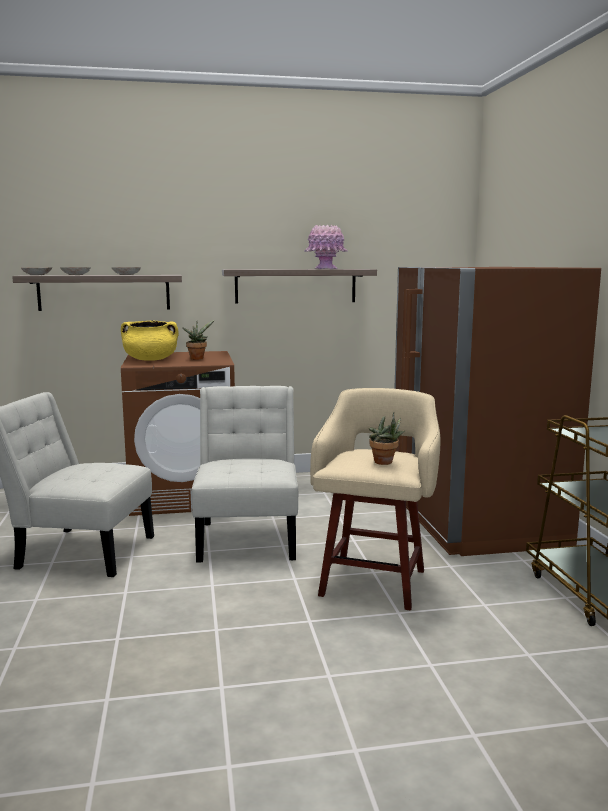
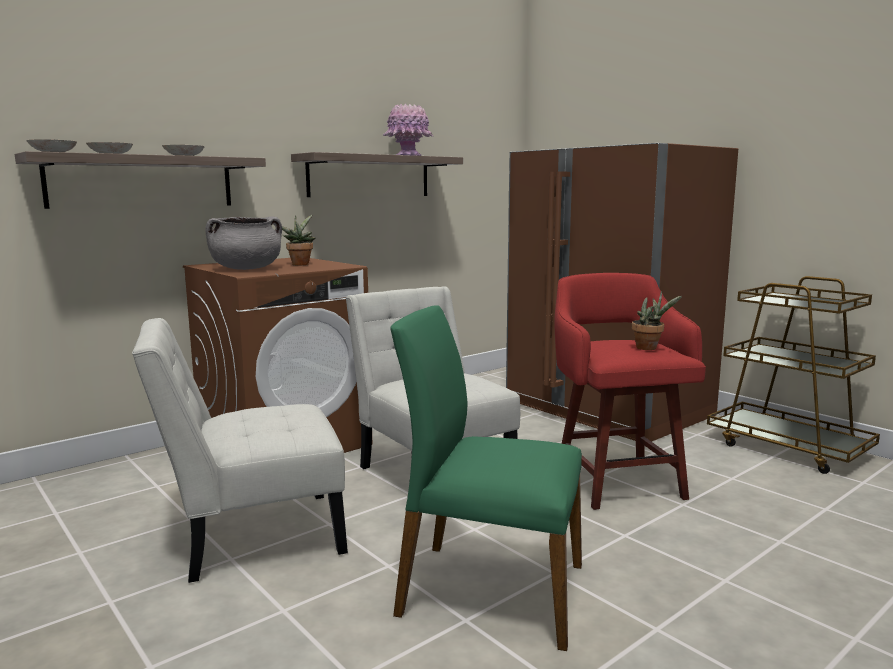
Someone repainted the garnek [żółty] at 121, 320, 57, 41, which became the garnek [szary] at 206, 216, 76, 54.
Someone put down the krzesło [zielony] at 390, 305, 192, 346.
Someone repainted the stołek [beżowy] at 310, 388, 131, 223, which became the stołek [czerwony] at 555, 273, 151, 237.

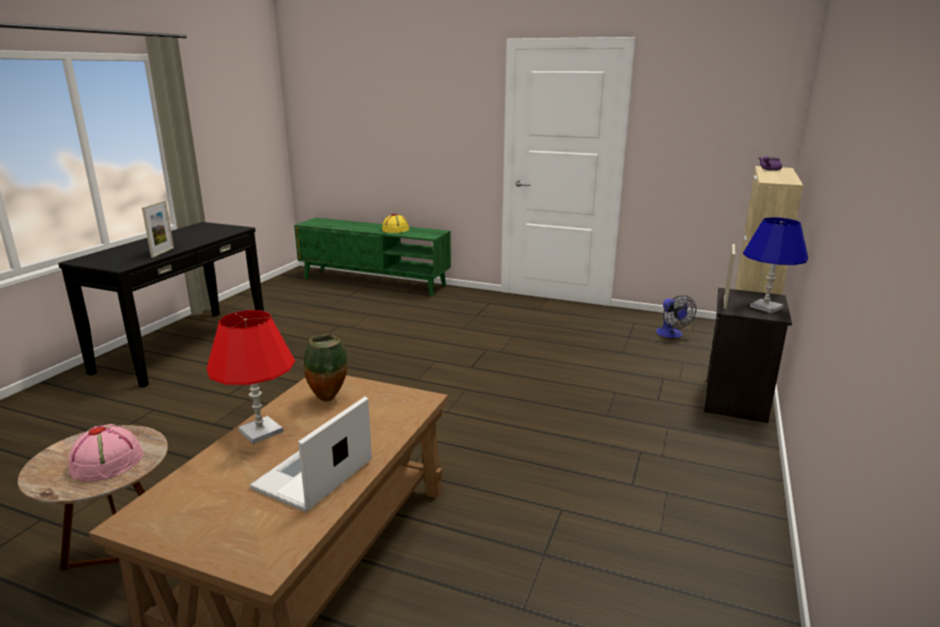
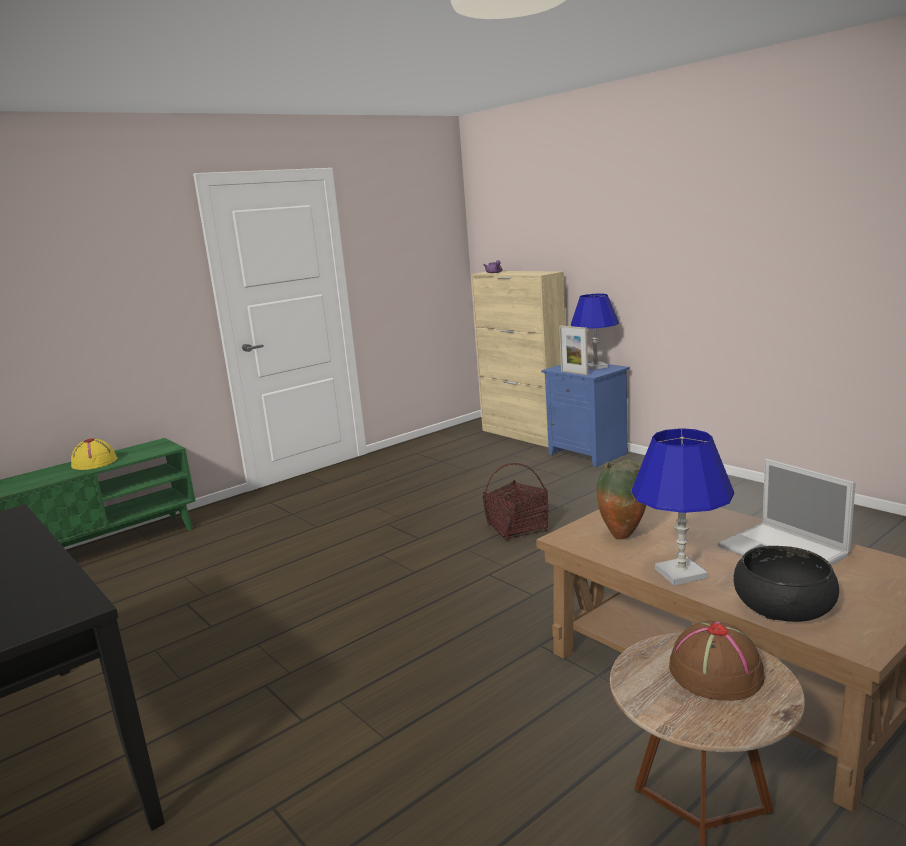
Someone put down the koszyk at 483, 463, 65, 78.
Someone repainted the szafka nocna [czarny] at 704, 288, 88, 135, which became the szafka nocna [niebieski] at 541, 362, 89, 105.
Someone repainted the lampa stołowa [czerwony] at 207, 310, 88, 134, which became the lampa stołowa [niebieski] at 631, 428, 103, 157.
Someone repainted the kapelusz [różowy] at 68, 424, 76, 58, which became the kapelusz [brązowy] at 669, 620, 96, 81.
Someone put down the miska [czarny] at 733, 546, 106, 76.
Someone took away the ramka na zdjęcie at 142, 200, 32, 58.
Someone took away the wentylator at 656, 295, 41, 43.

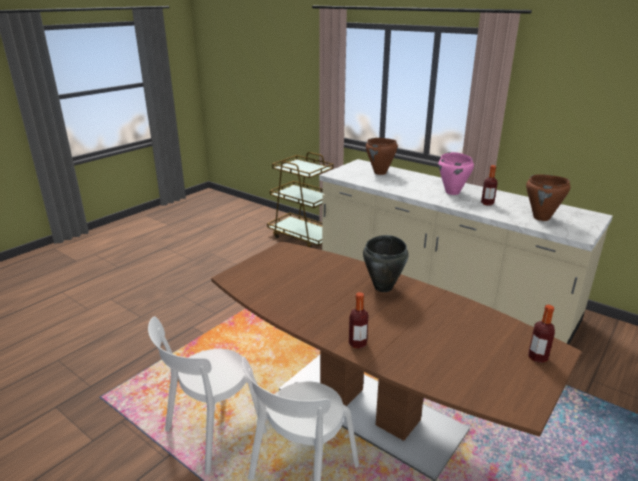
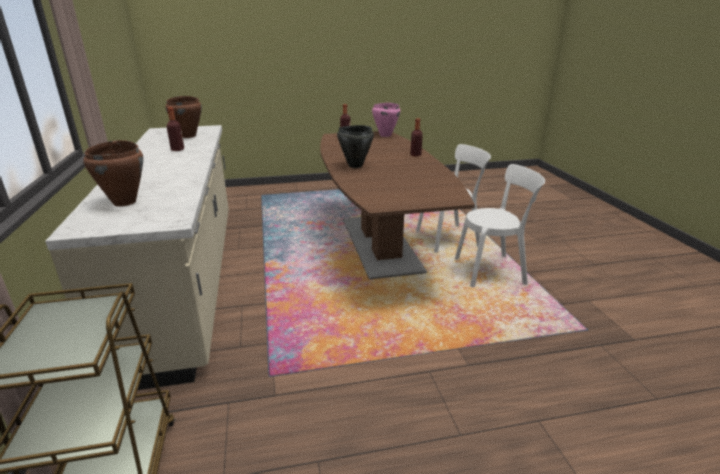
Someone carried the garnek [różowy] from 439, 152, 35, 43 to 372, 103, 28, 34.

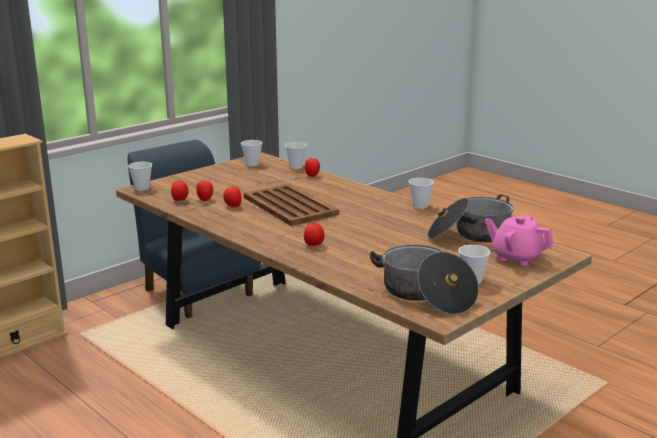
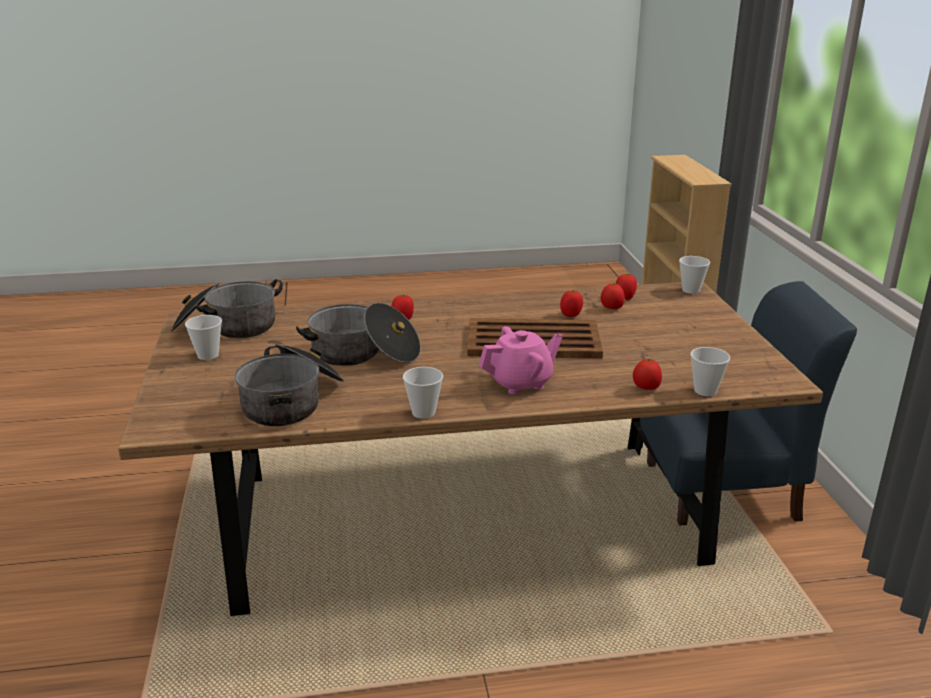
Someone put down the garnek at 296, 303, 125, 63.
Someone carried the imbryk [różowy] from 485, 215, 69, 51 to 479, 326, 84, 68.
Someone took away the filiżanka at 241, 140, 21, 26.

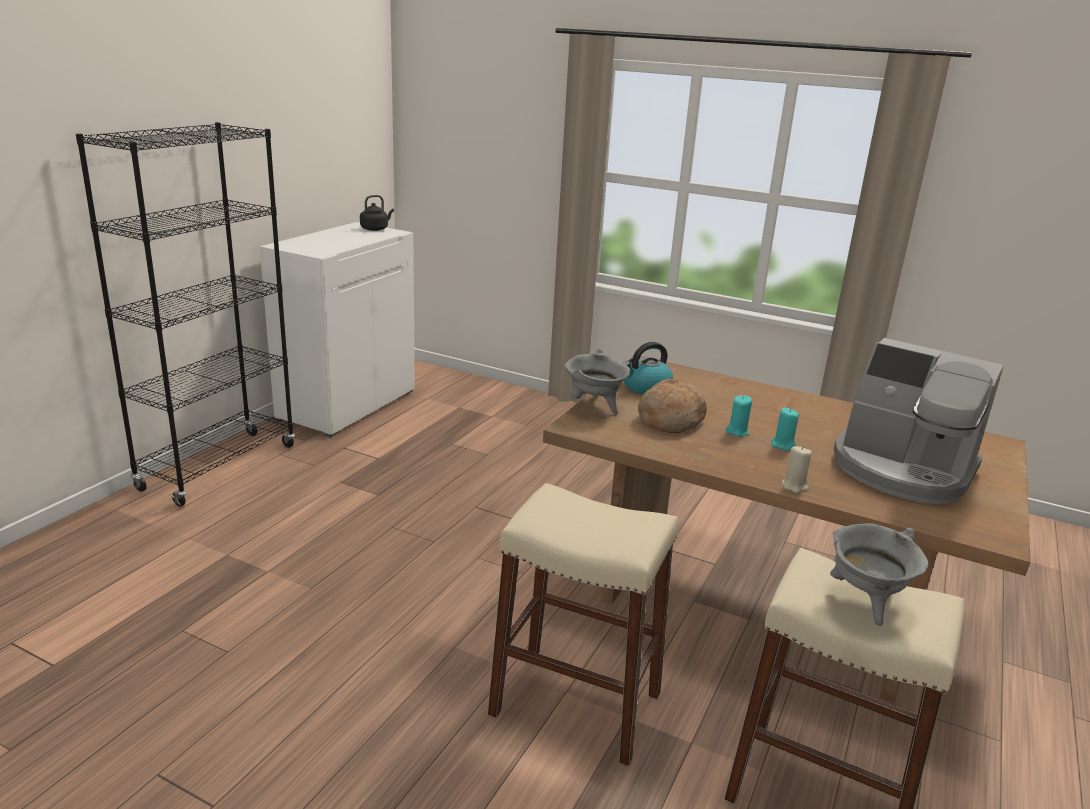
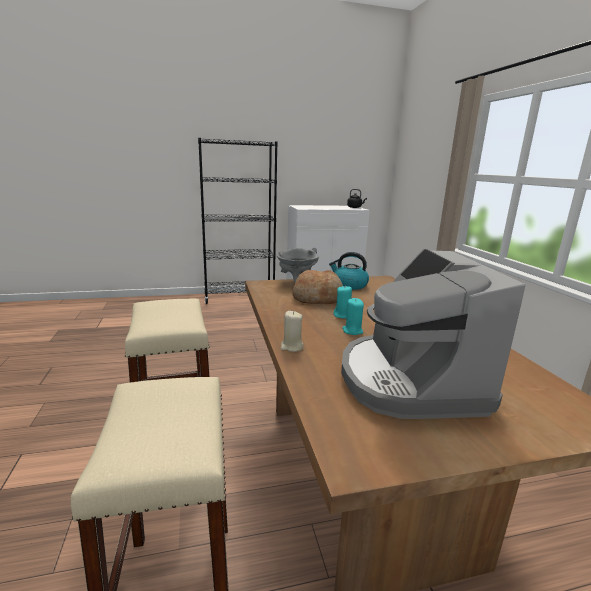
Someone took away the garnek [szary] at 830, 523, 98, 103.

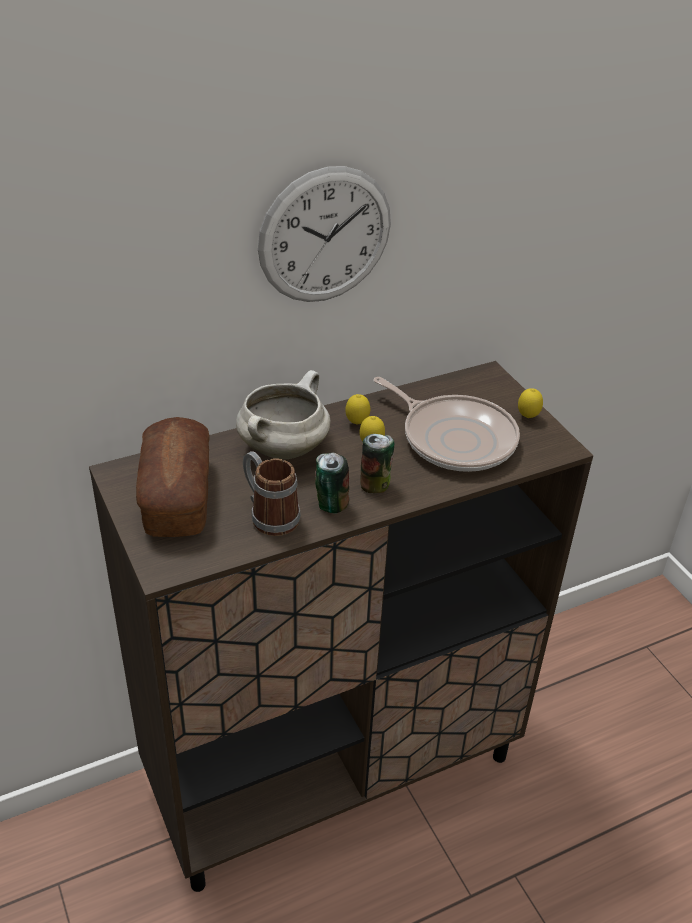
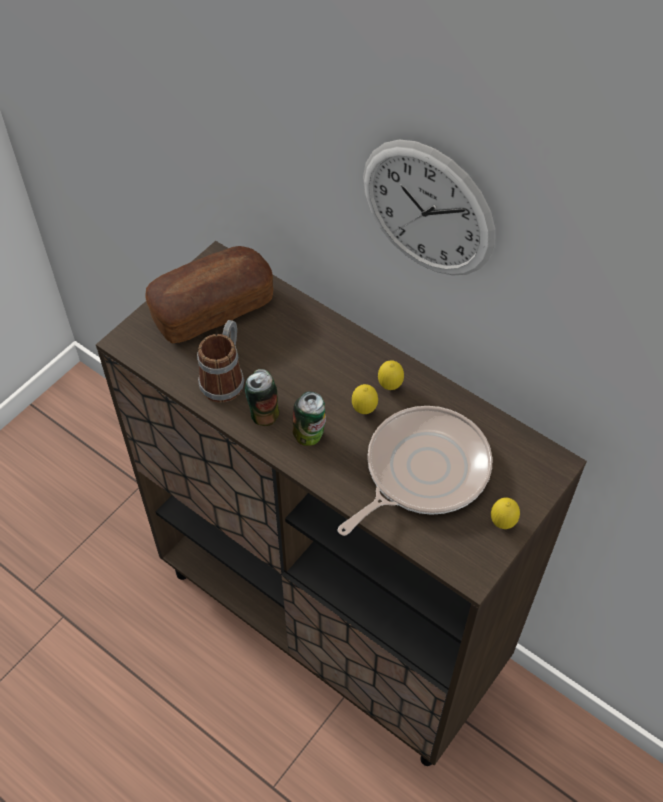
Someone rotated the patelnia at 373, 377, 147, 95 by 150 degrees counterclockwise.
Someone took away the garnek [biały] at 236, 370, 95, 89.

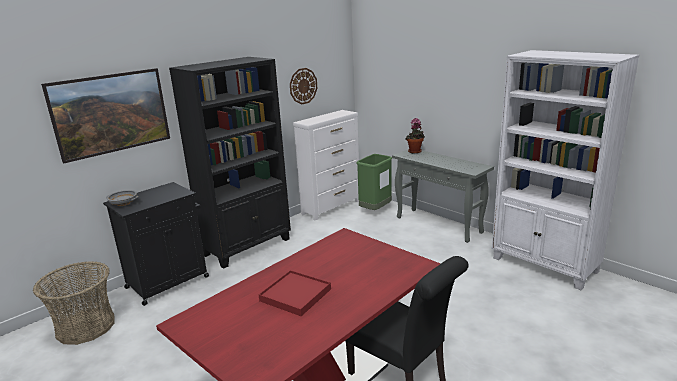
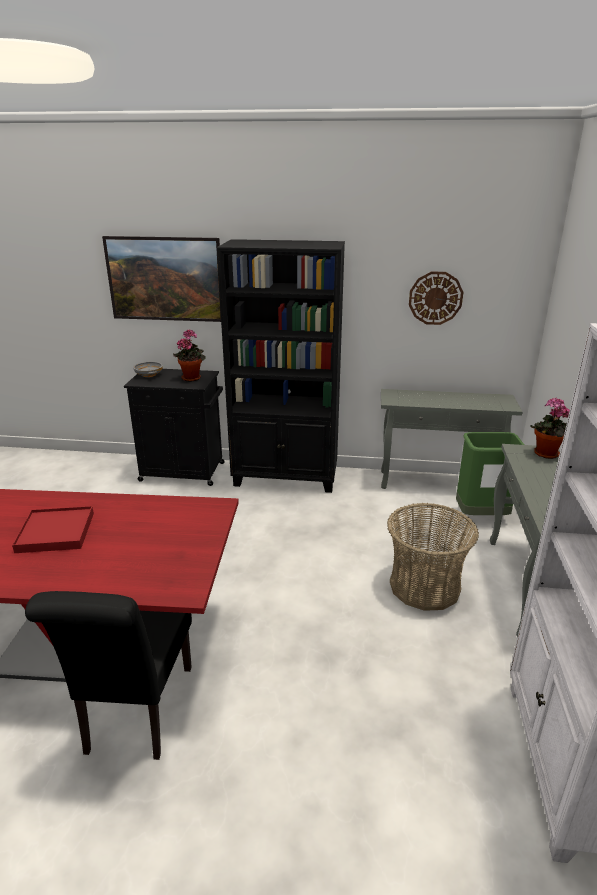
Someone put down the roślina doniczkowa at 173, 329, 33, 52.
Someone swapped the komoda [biały] at 293, 110, 66, 111 for the stolik konsolowy [szary] at 381, 389, 142, 100.
Someone carried the koszyk from 33, 261, 82, 84 to 387, 503, 92, 108.

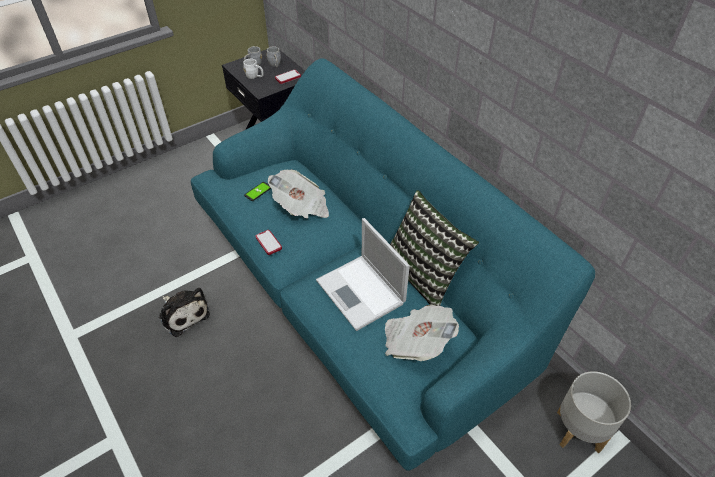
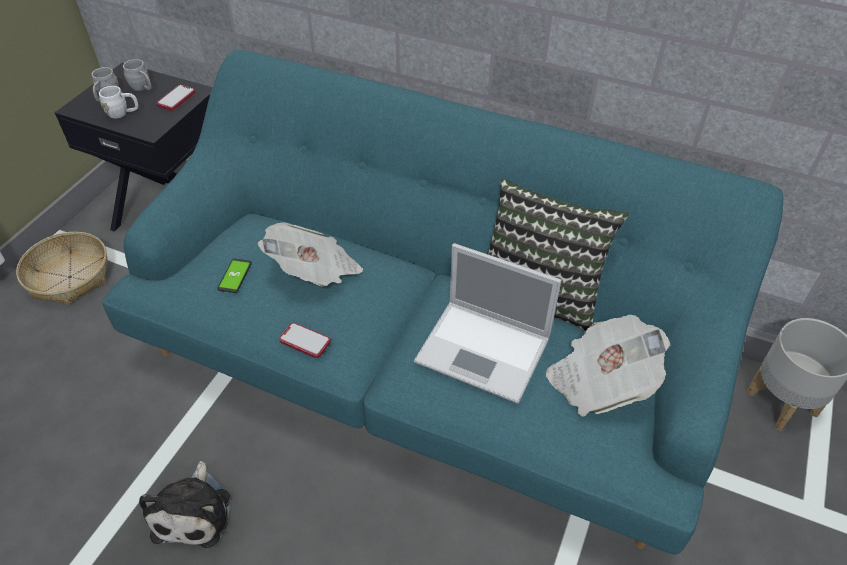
Someone put down the koszyk at 16, 232, 92, 73.
Someone rotated the pluszak at 159, 288, 51, 49 by 75 degrees clockwise.

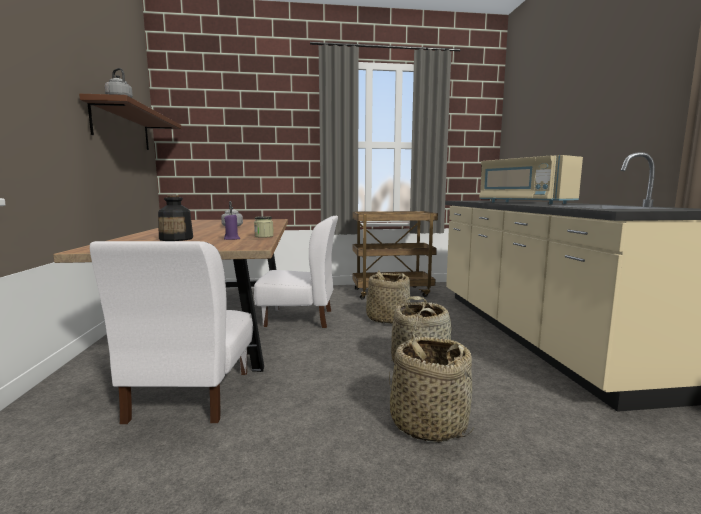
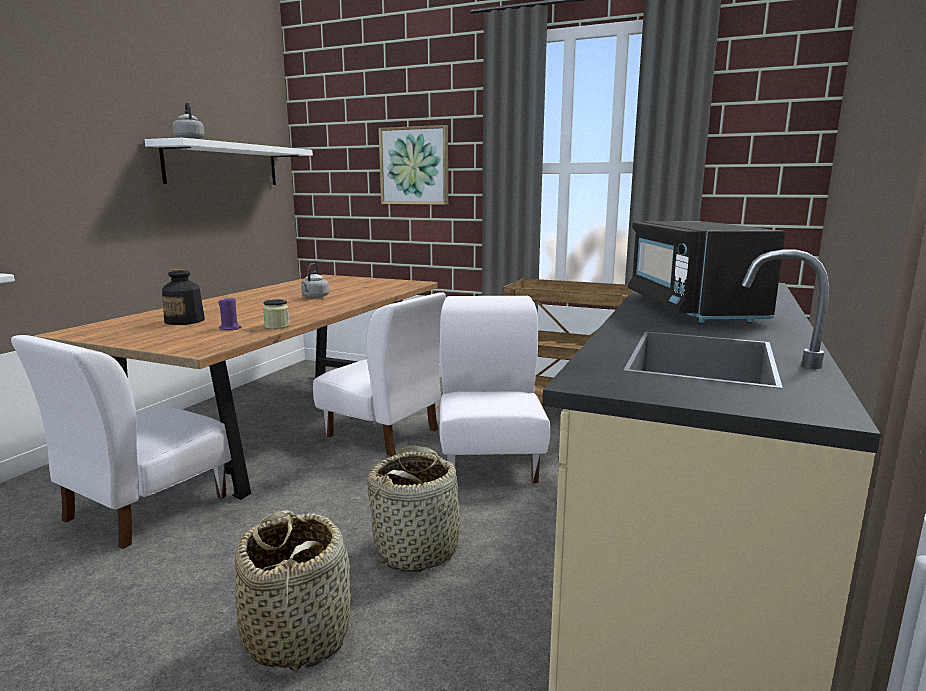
Someone repainted the półka [brązowy] at 79, 94, 102, 56, which became the półka [biały] at 145, 138, 168, 47.
Someone put up the obraz at 379, 125, 69, 80.
Someone swapped the koszyk at 366, 270, 44, 54 for the krzesło [biały] at 440, 296, 110, 187.
Someone repainted the mikrofalówka [beżowy] at 479, 155, 104, 49, which became the mikrofalówka [czarny] at 628, 221, 157, 102.

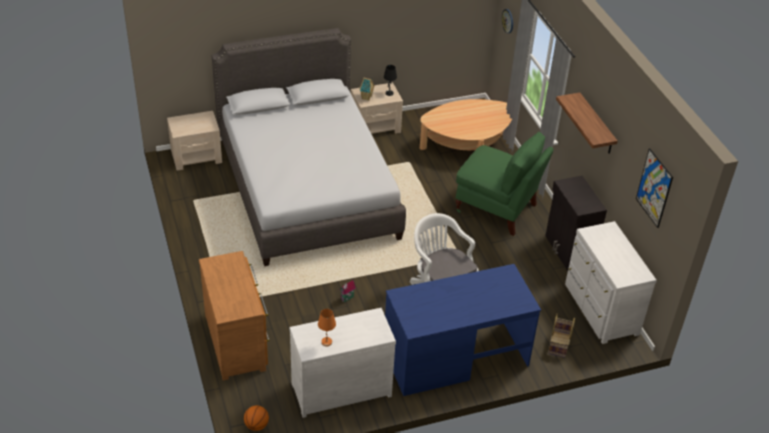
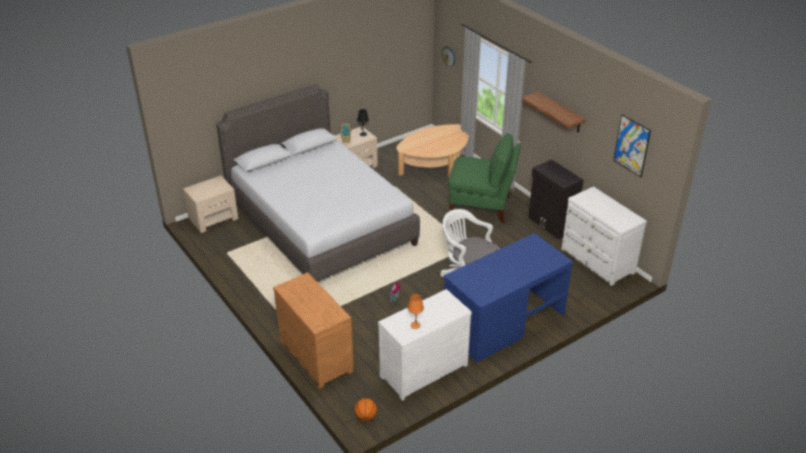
Someone took away the koszyk at 548, 314, 27, 44.

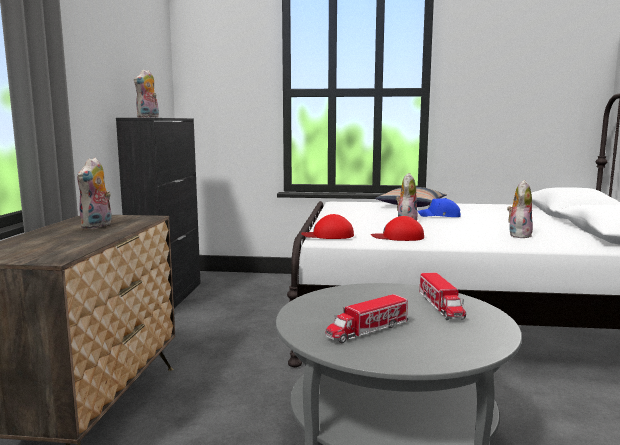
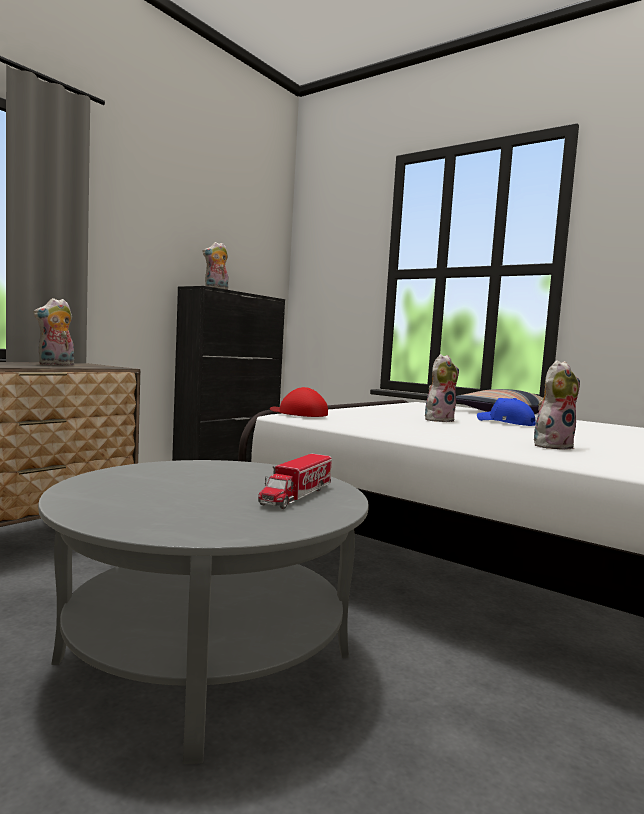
Someone took away the ciężarówka zabawkowa at 325, 294, 83, 49.
Someone took away the czapka z daszkiem [czerwony] at 371, 216, 53, 25.

